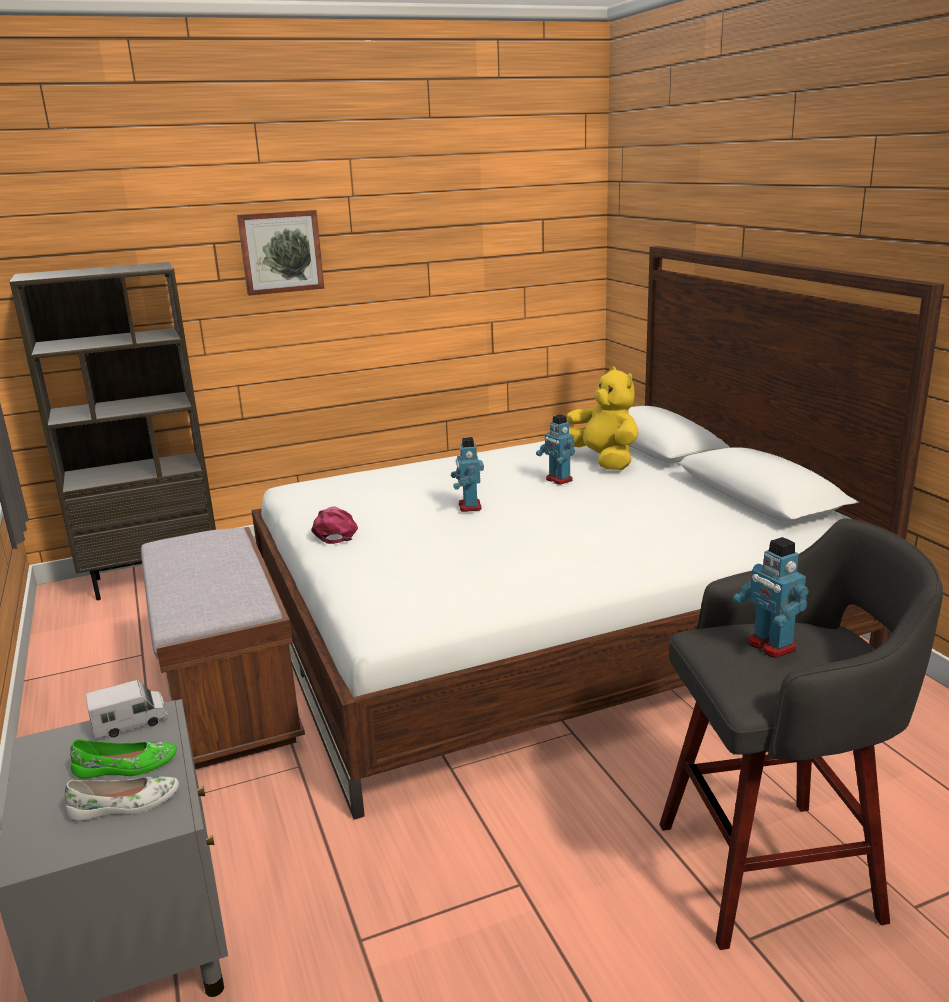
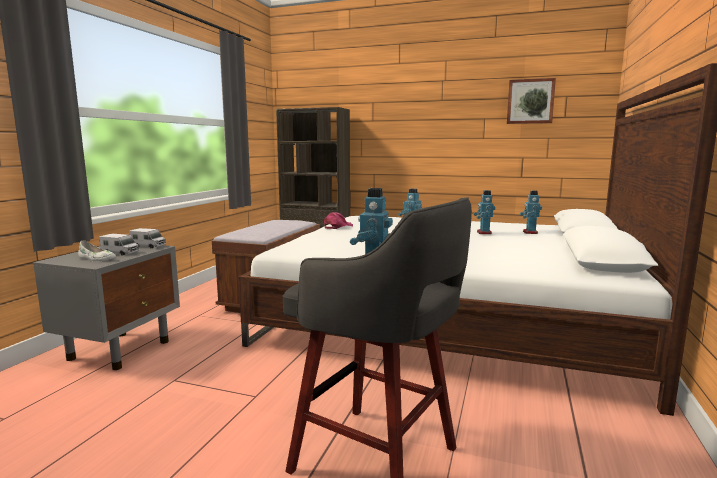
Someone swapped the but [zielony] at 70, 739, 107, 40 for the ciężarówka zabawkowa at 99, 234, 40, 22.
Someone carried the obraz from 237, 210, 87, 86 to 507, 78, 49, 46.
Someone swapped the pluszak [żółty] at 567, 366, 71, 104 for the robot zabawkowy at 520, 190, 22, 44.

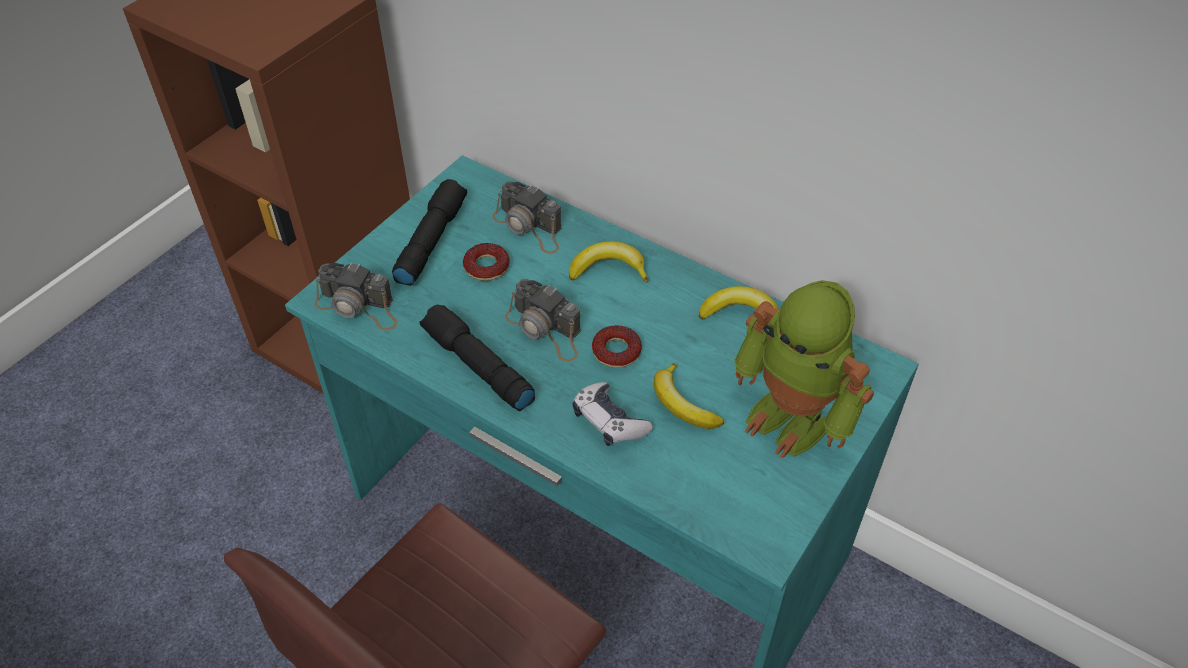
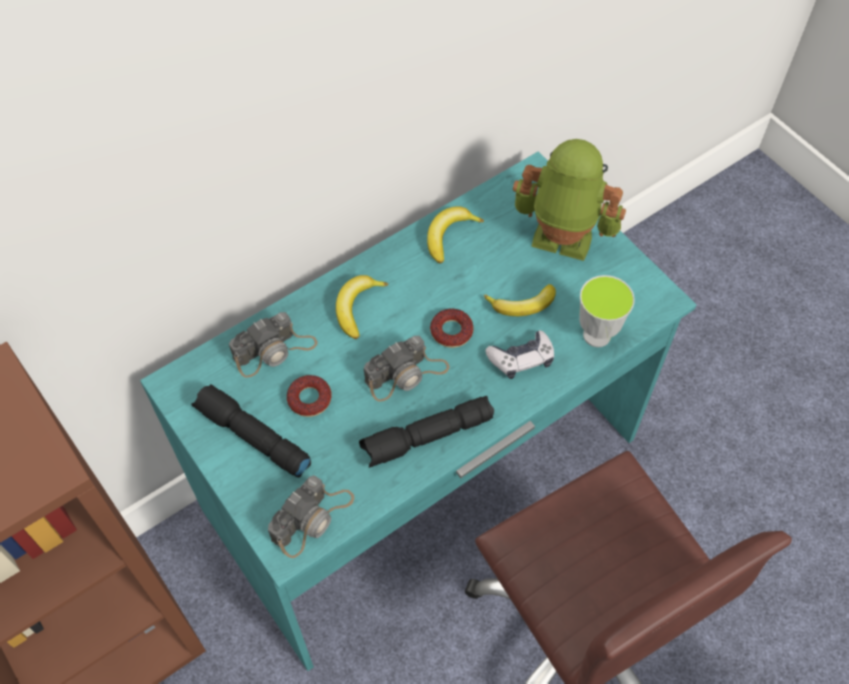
Someone rotated the robot zabawkowy at 734, 280, 140, 179 by 135 degrees counterclockwise.
Someone put down the filiżanka at 579, 275, 56, 72.

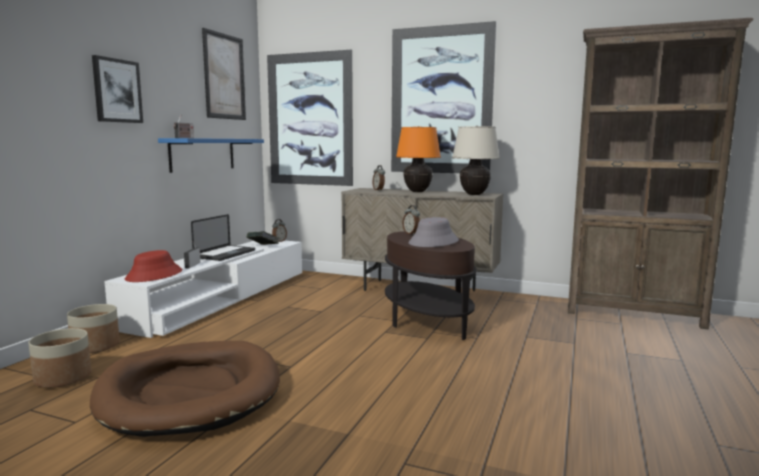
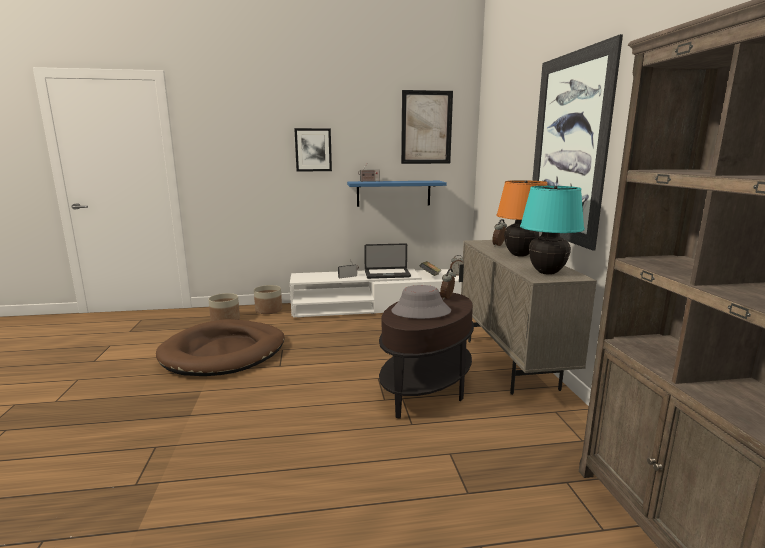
Someone repainted the lampa stołowa [beżowy] at 452, 126, 48, 69, which became the lampa stołowa [turkusowy] at 520, 186, 65, 89.
Someone took away the kapelusz [czerwony] at 125, 250, 57, 32.
Someone took away the obraz at 267, 50, 86, 136.

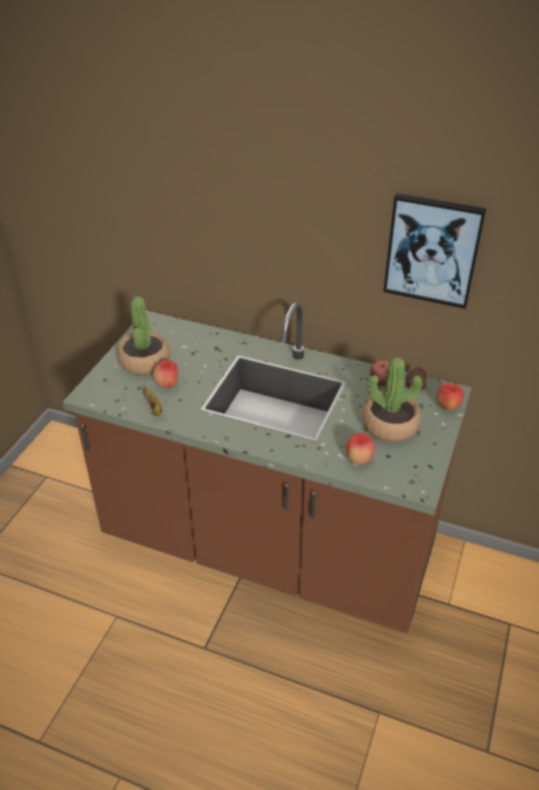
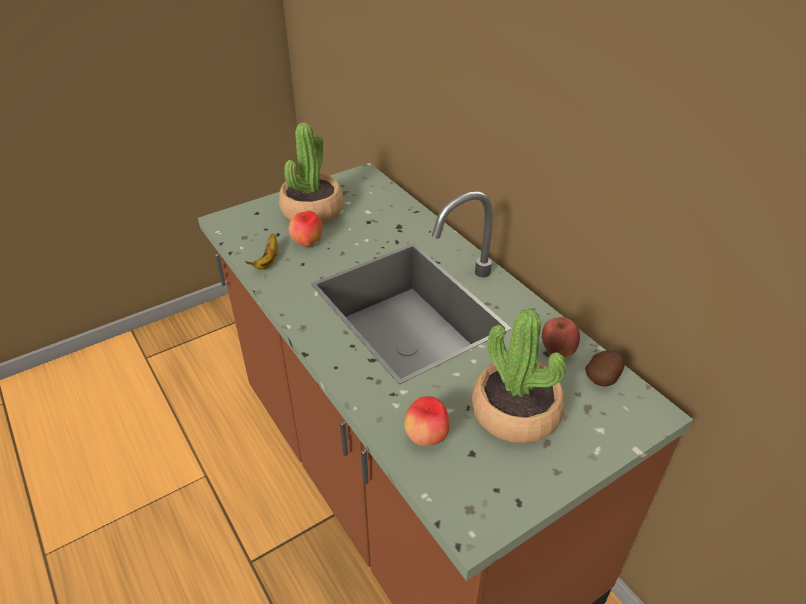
Someone took away the obraz at 383, 193, 103, 116.
Someone took away the jabłko at 436, 383, 28, 28.

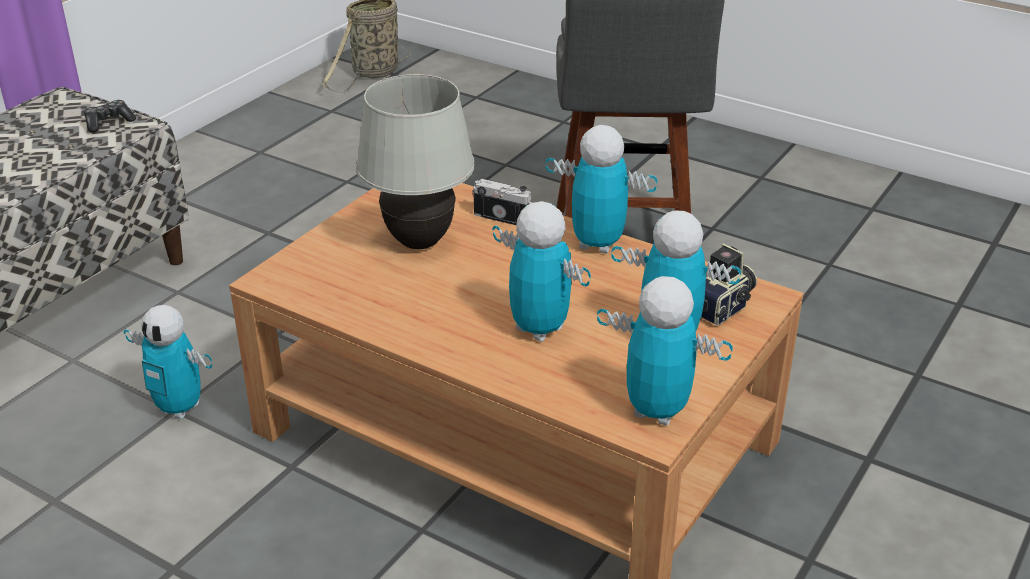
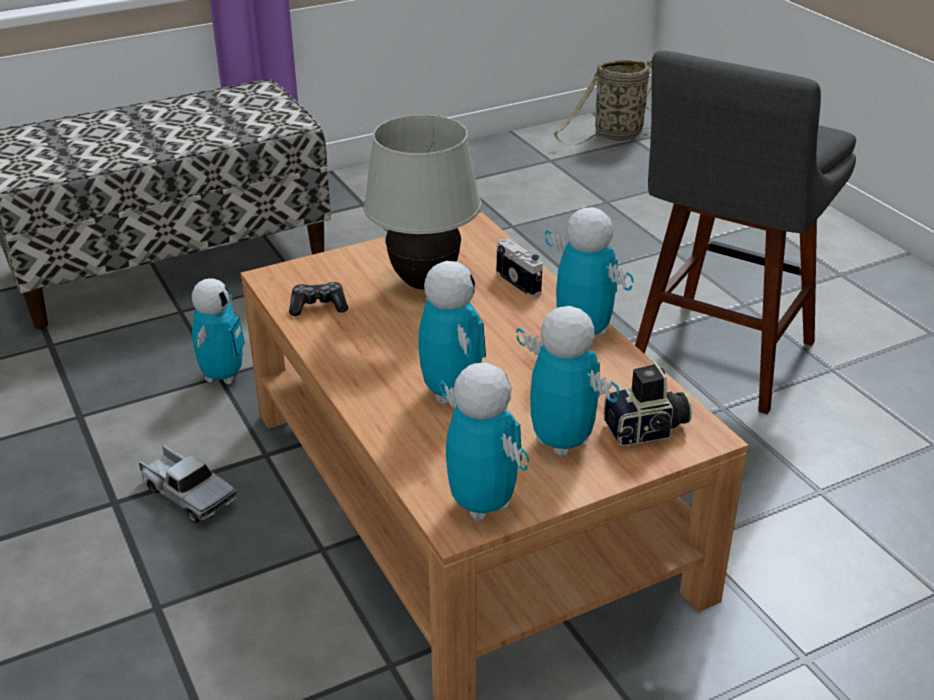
Someone put down the ciężarówka zabawkowa at 138, 445, 98, 78.
Someone rotated the robot zabawkowy at 124, 305, 88, 114 by 135 degrees counterclockwise.
Someone carried the pad do gier from 84, 100, 52, 33 to 289, 282, 59, 34.

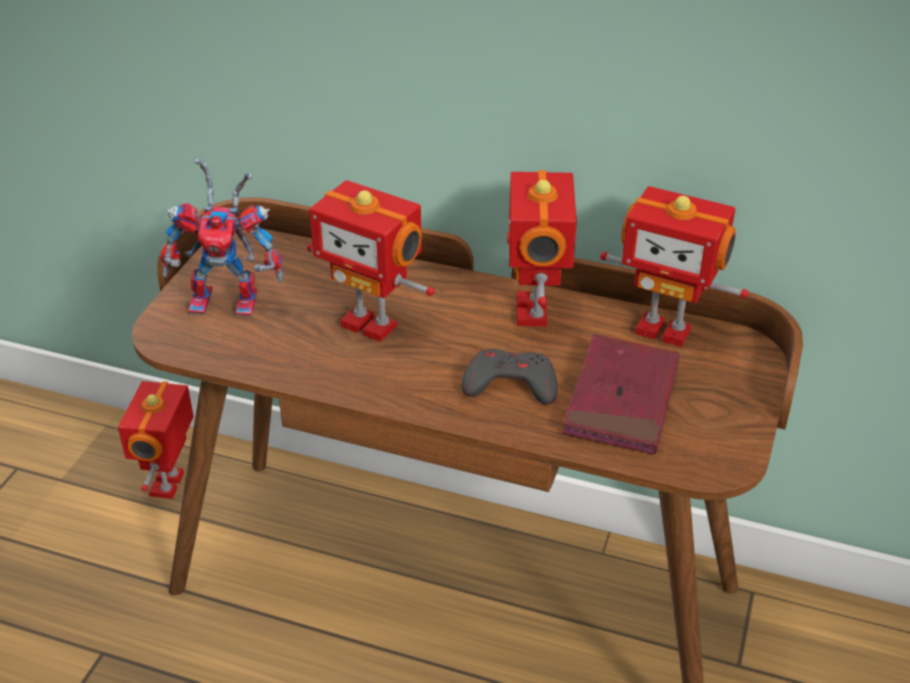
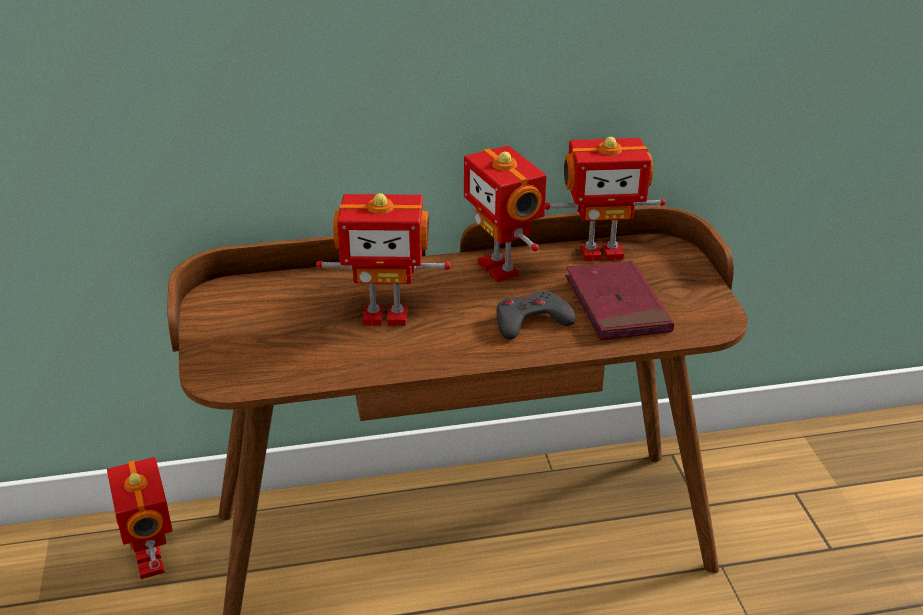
Someone took away the robot zabawkowy at 161, 157, 122, 159.

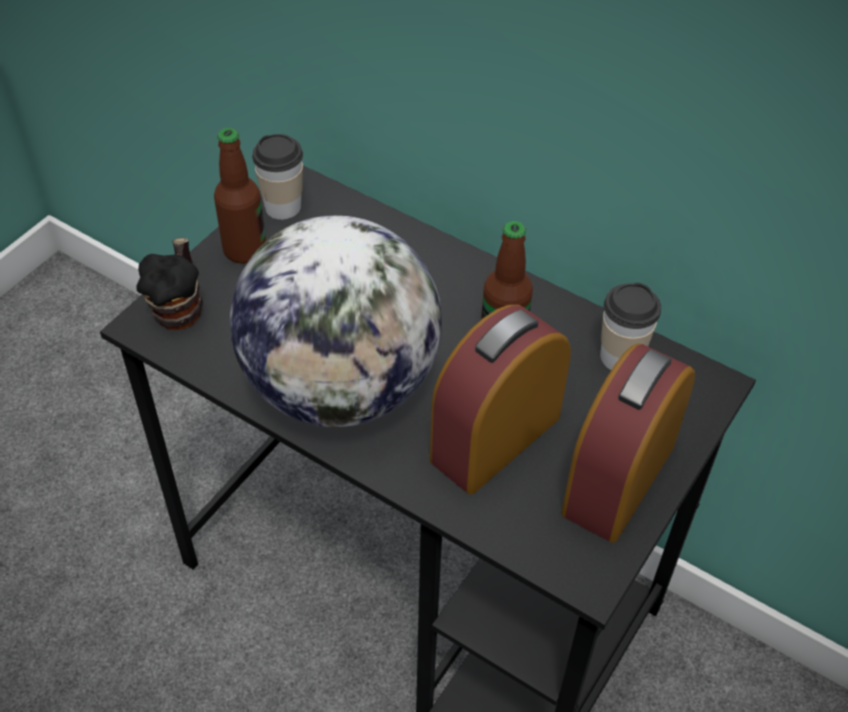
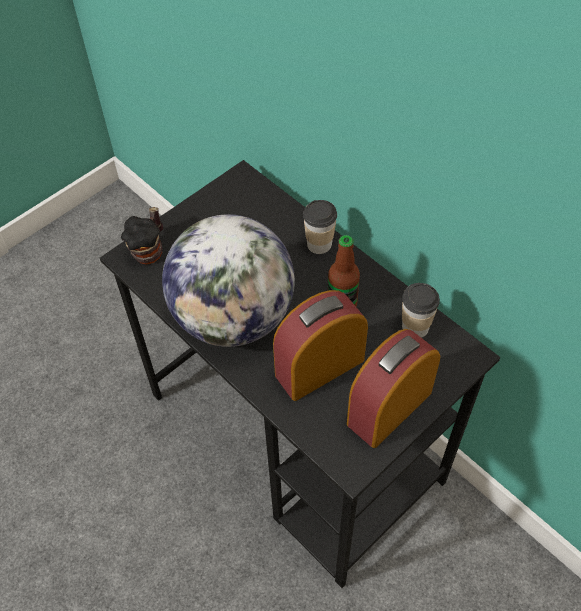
Someone carried the filiżanka from 252, 134, 51, 86 to 303, 200, 34, 54.
Someone took away the butelka at 214, 128, 52, 136.

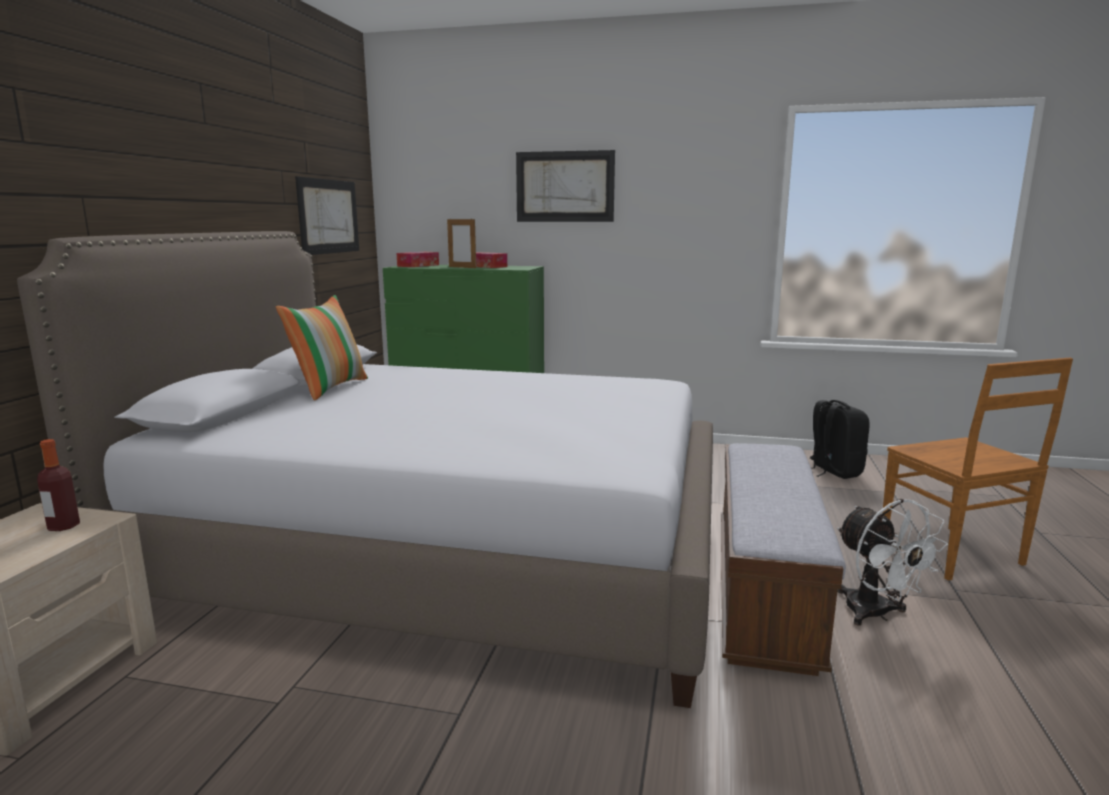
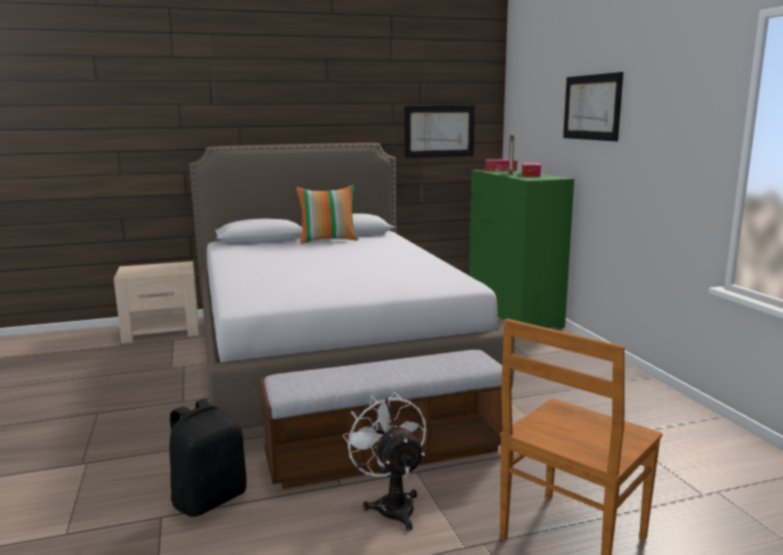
Someone carried the plecak [czarny] from 810, 400, 60, 79 to 169, 399, 78, 118.
Someone rotated the wentylator [biały] at 837, 499, 111, 127 by 120 degrees clockwise.
Someone took away the butelka at 37, 439, 43, 92.

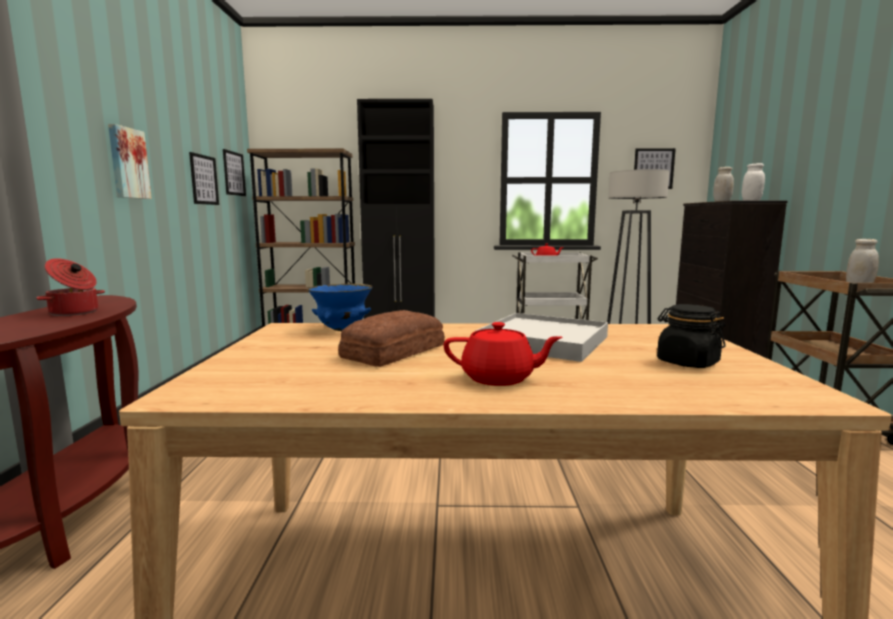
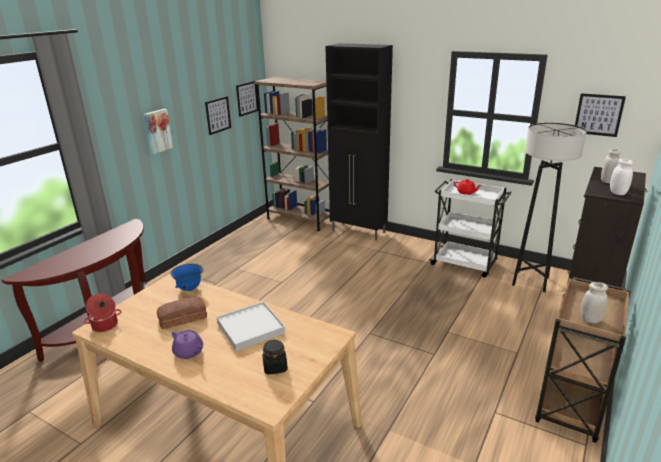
Someone carried the garnek from 36, 258, 69, 58 to 84, 294, 38, 38.
Someone repainted the imbryk [czerwony] at 443, 322, 120, 64, which became the imbryk [fioletowy] at 172, 330, 31, 29.

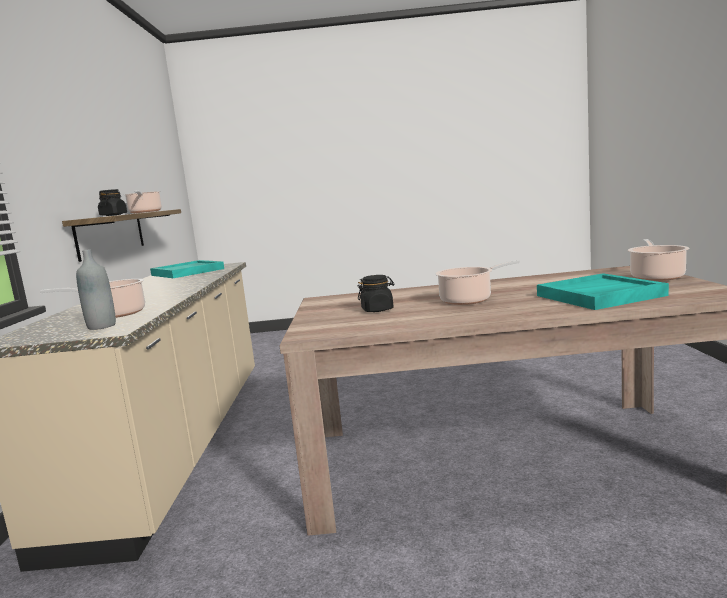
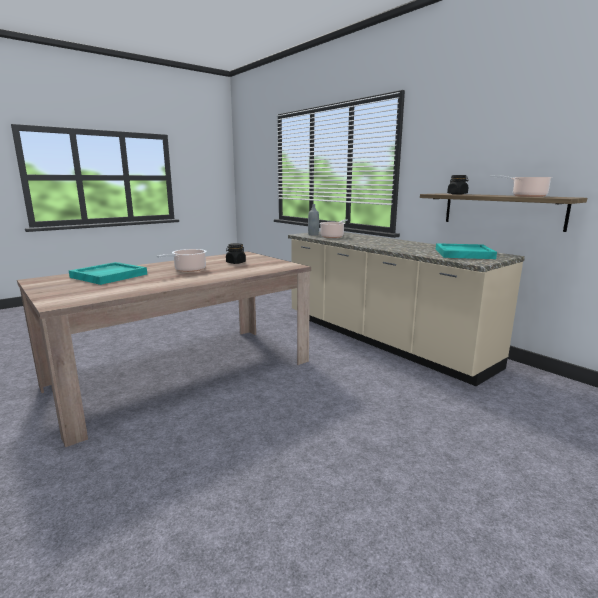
Someone took away the garnek at 628, 239, 61, 42.

